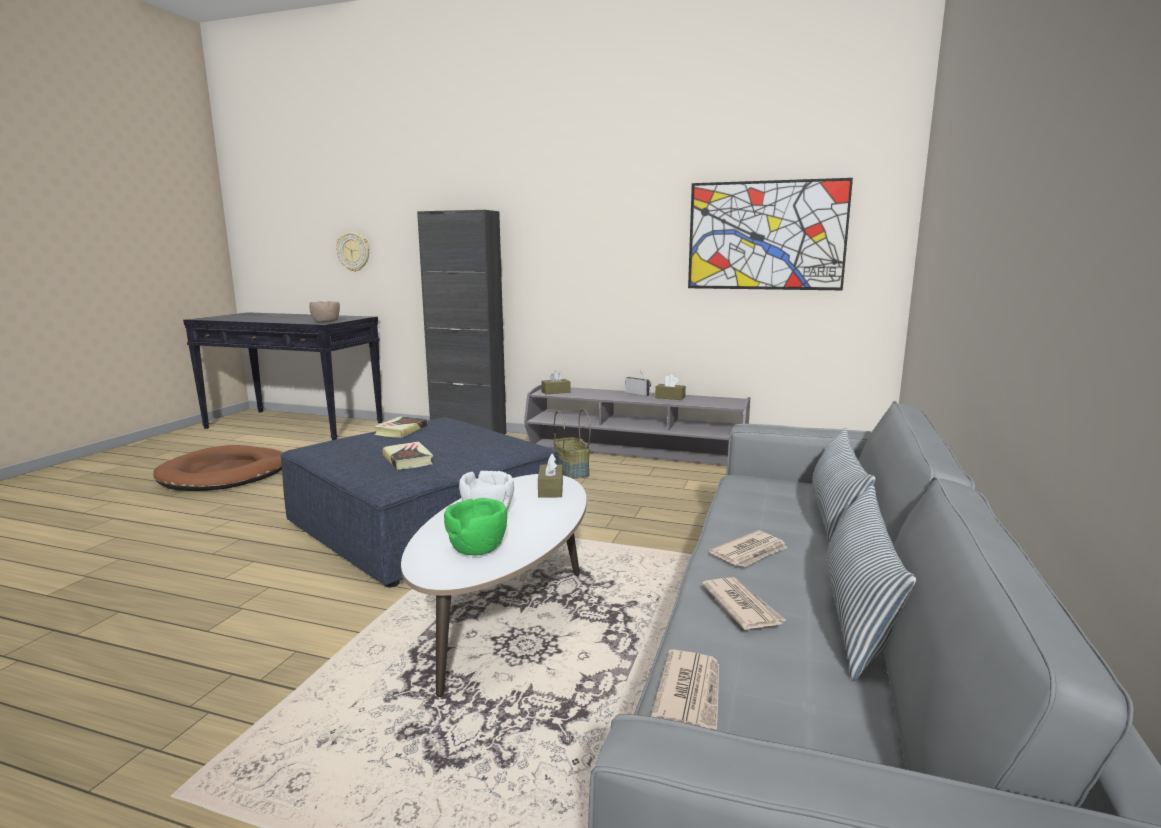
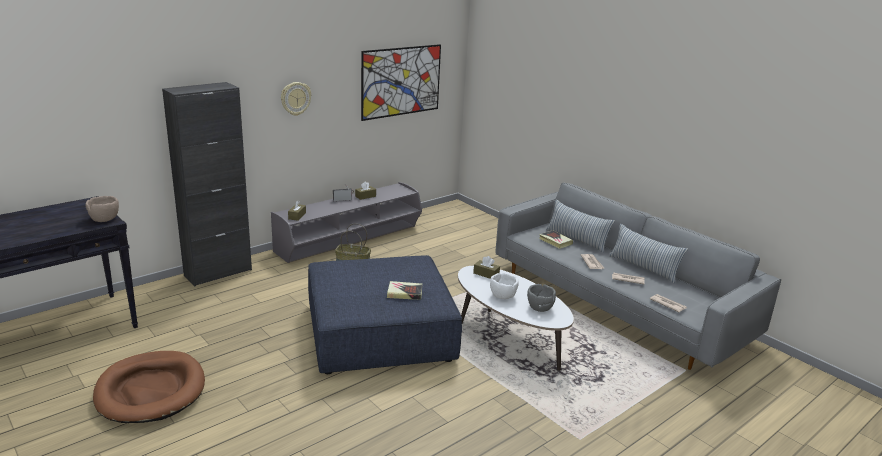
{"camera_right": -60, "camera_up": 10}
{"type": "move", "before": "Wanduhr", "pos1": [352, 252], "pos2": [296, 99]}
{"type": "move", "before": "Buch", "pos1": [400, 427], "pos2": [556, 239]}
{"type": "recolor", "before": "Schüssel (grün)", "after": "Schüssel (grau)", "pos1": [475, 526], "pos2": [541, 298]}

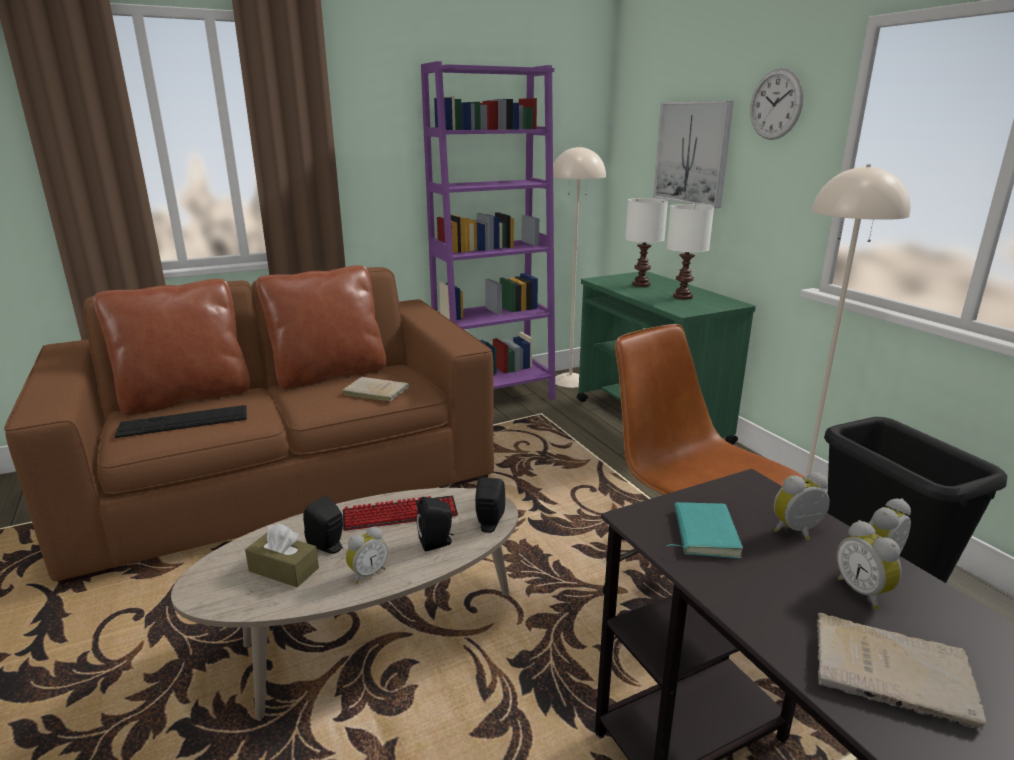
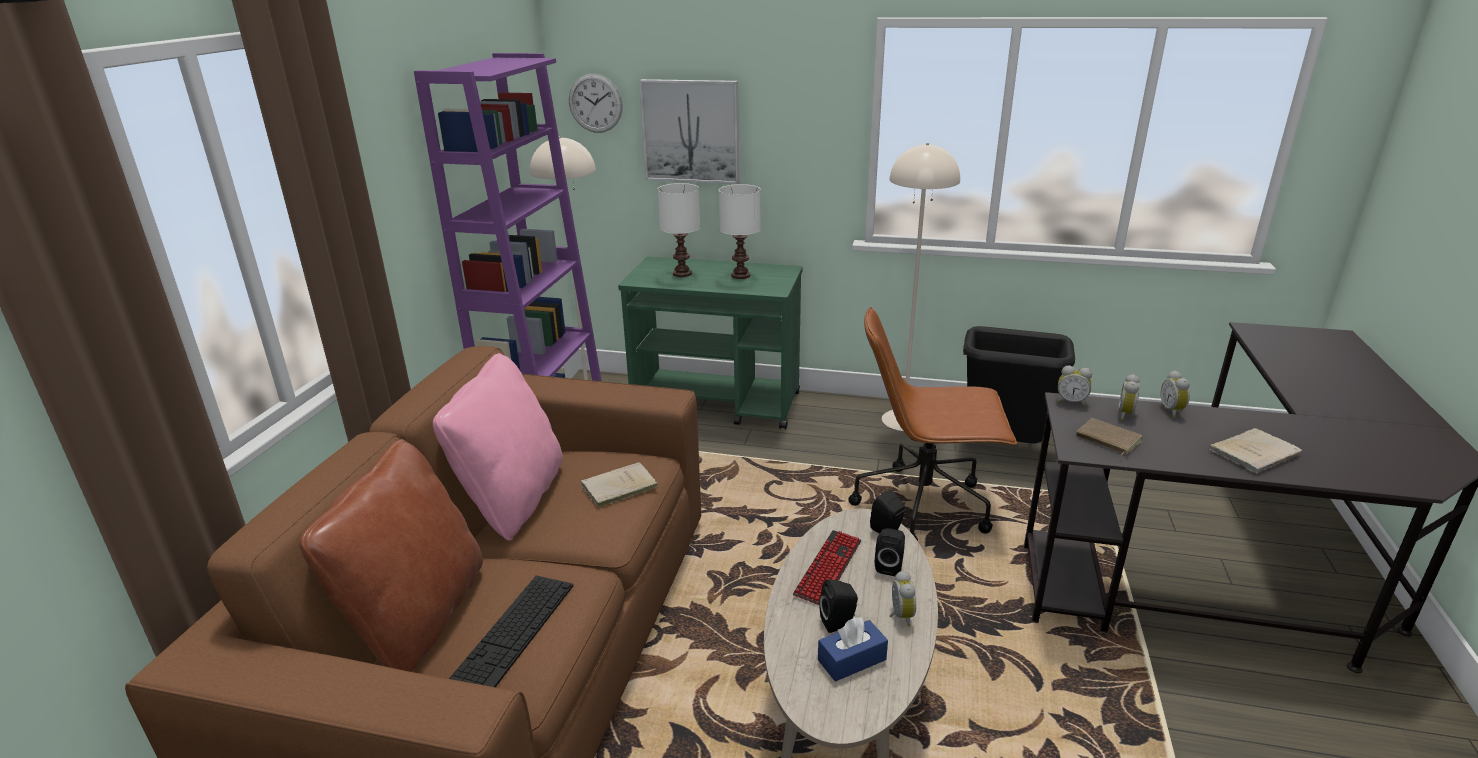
{"camera_right": -50, "camera_up": 5}
{"type": "recolor", "before": "Taschentuchbox (braun)", "after": "Taschentuchbox (blau)", "pos1": [282, 555], "pos2": [853, 649]}
{"type": "recolor", "before": "Kissen (braun)", "after": "Kissen (rosa)", "pos1": [321, 327], "pos2": [498, 447]}
{"type": "recolor", "before": "Buch (türkis)", "after": "Buch (braun)", "pos1": [704, 530], "pos2": [1109, 436]}
{"type": "move", "before": "Wanduhr", "pos1": [776, 104], "pos2": [596, 103]}
{"type": "move", "before": "Wecker", "pos1": [869, 565], "pos2": [1074, 386]}

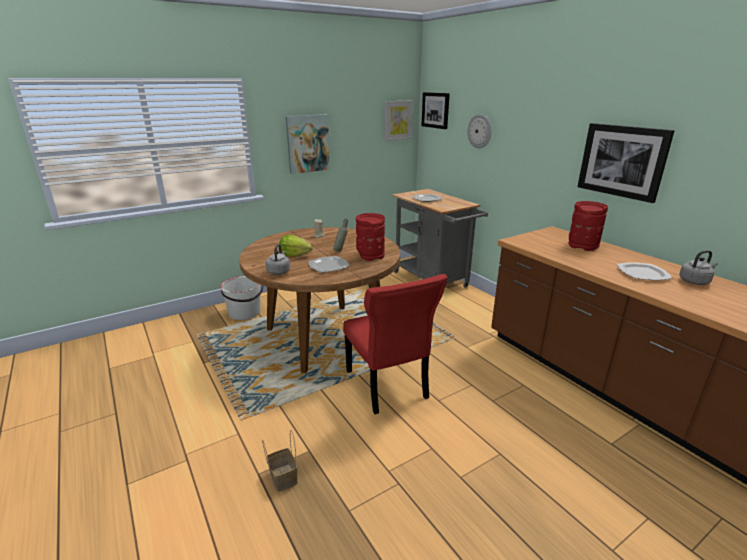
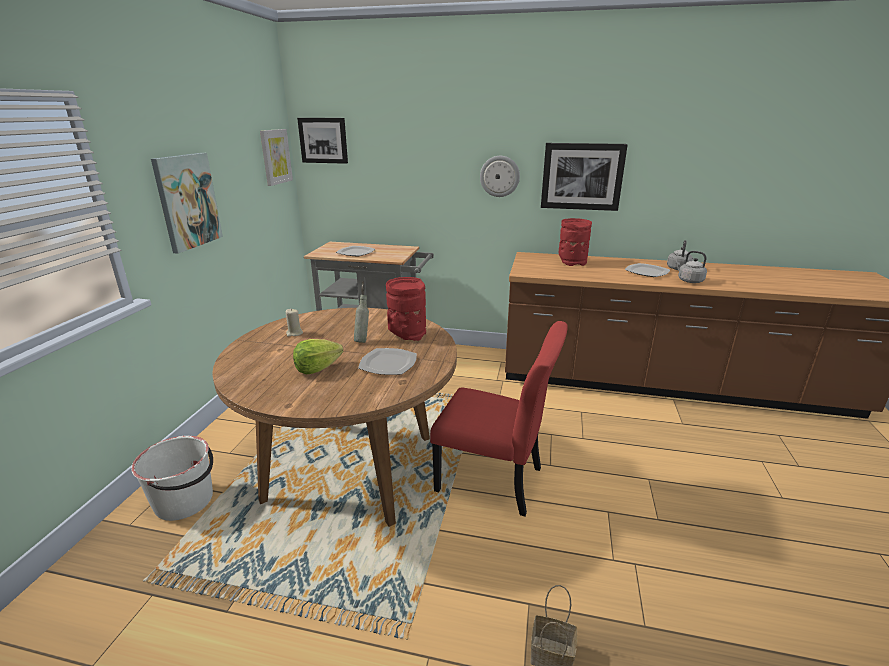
{"camera_right": -45, "camera_up": 0}
{"type": "move", "before": "Wasserkessel (grau)", "pos1": [278, 259], "pos2": [691, 267]}
{"type": "move", "before": "Wanduhr", "pos1": [480, 131], "pos2": [500, 176]}

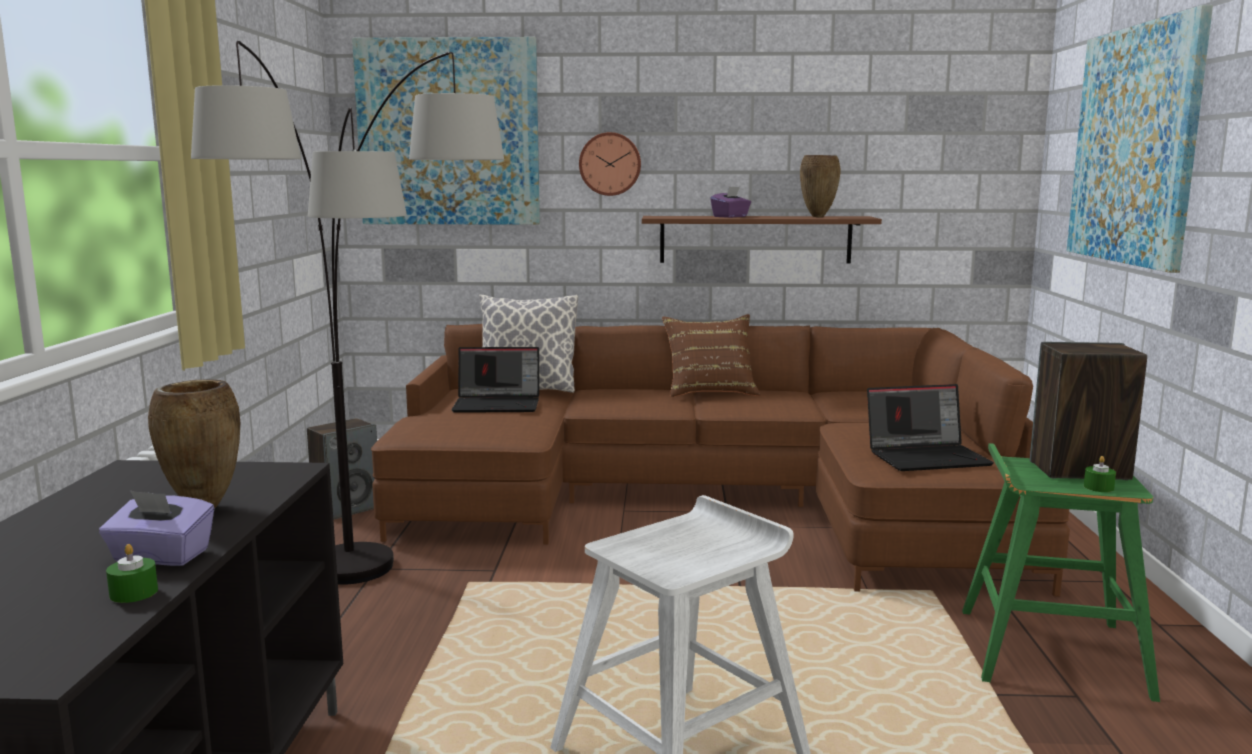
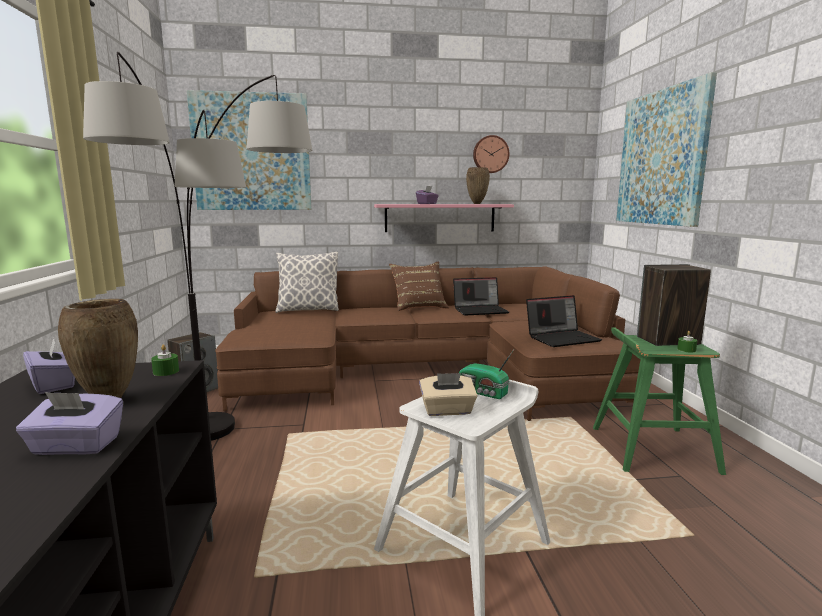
{"camera_right": -10, "camera_up": 0}
{"type": "move", "before": "Kerze (grün)", "pos1": [132, 573], "pos2": [165, 360]}
{"type": "move", "before": "Laptop", "pos1": [495, 380], "pos2": [481, 296]}
{"type": "move", "before": "Wanduhr", "pos1": [610, 164], "pos2": [491, 154]}
{"type": "recolor", "before": "Wandregal (braun)", "after": "Wandregal (rosa)", "pos1": [762, 240], "pos2": [444, 218]}
{"type": "insert", "after": "Taschentuchbox (lila)", "pos2": [49, 366]}
{"type": "insert", "after": "Taschentuchbox (beige)", "pos2": [448, 394]}
{"type": "insert", "after": "Radio", "pos2": [486, 374]}

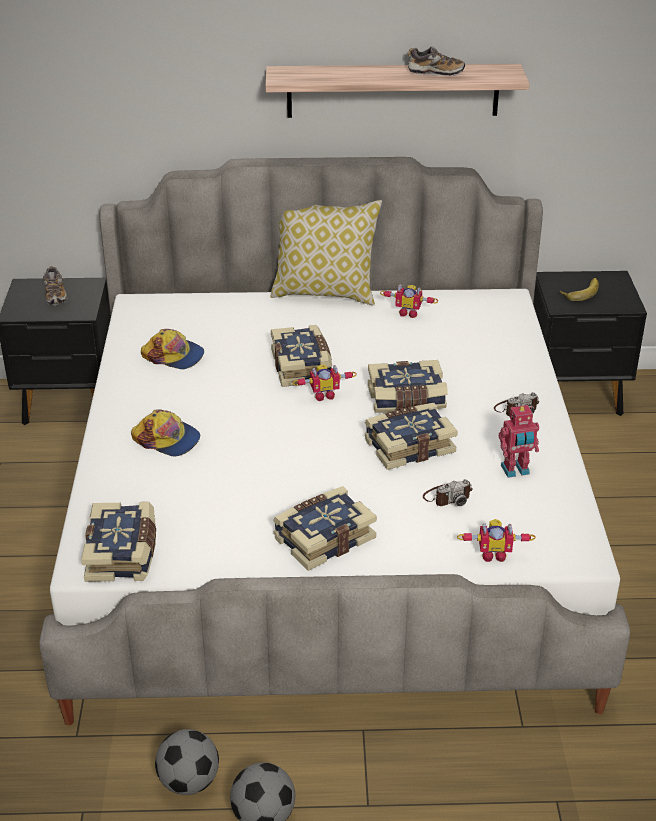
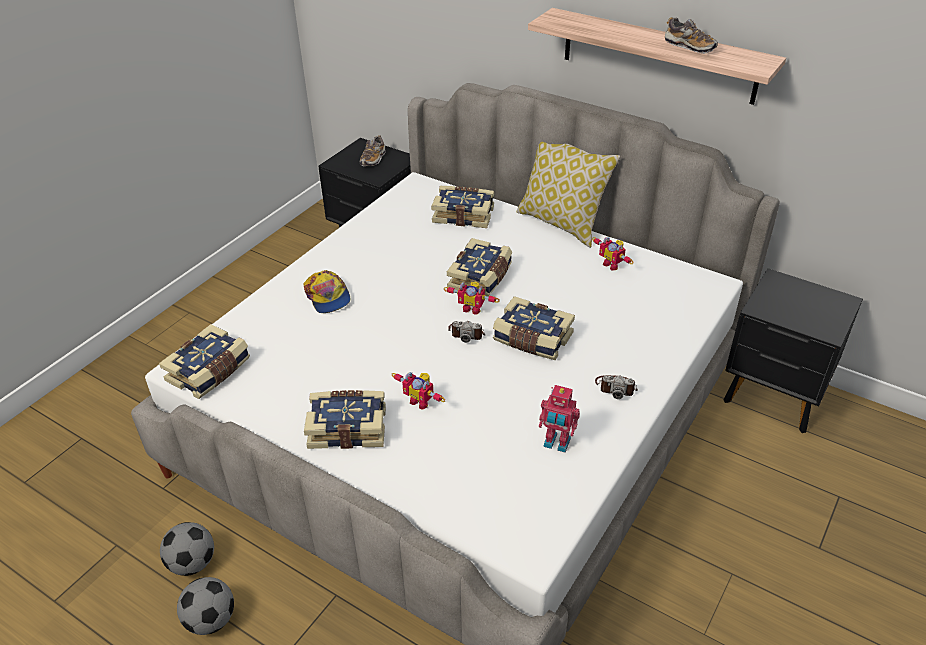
{"camera_right": 35, "camera_up": 5}
{"type": "delete", "before": "Kappe", "pos1": [172, 349]}
{"type": "move", "before": "Buch", "pos1": [411, 436], "pos2": [462, 207]}
{"type": "move", "before": "Kamera", "pos1": [448, 492], "pos2": [466, 332]}
{"type": "move", "before": "Spielzeugroboter", "pos1": [496, 540], "pos2": [418, 391]}
{"type": "delete", "before": "Banane", "pos1": [579, 289]}

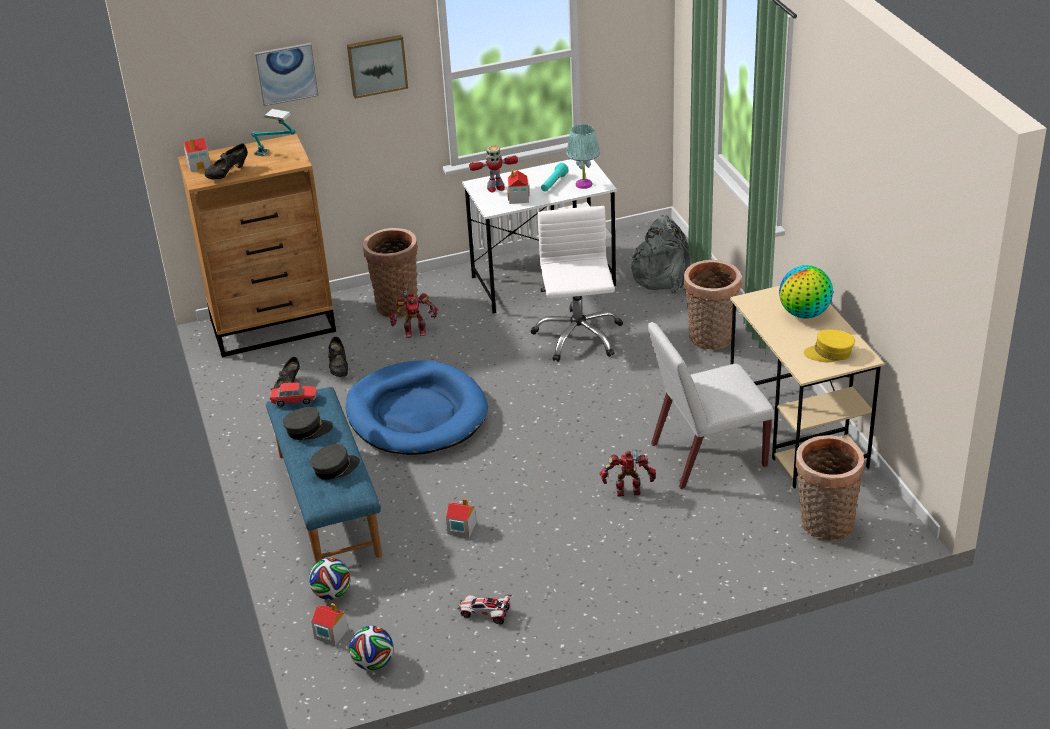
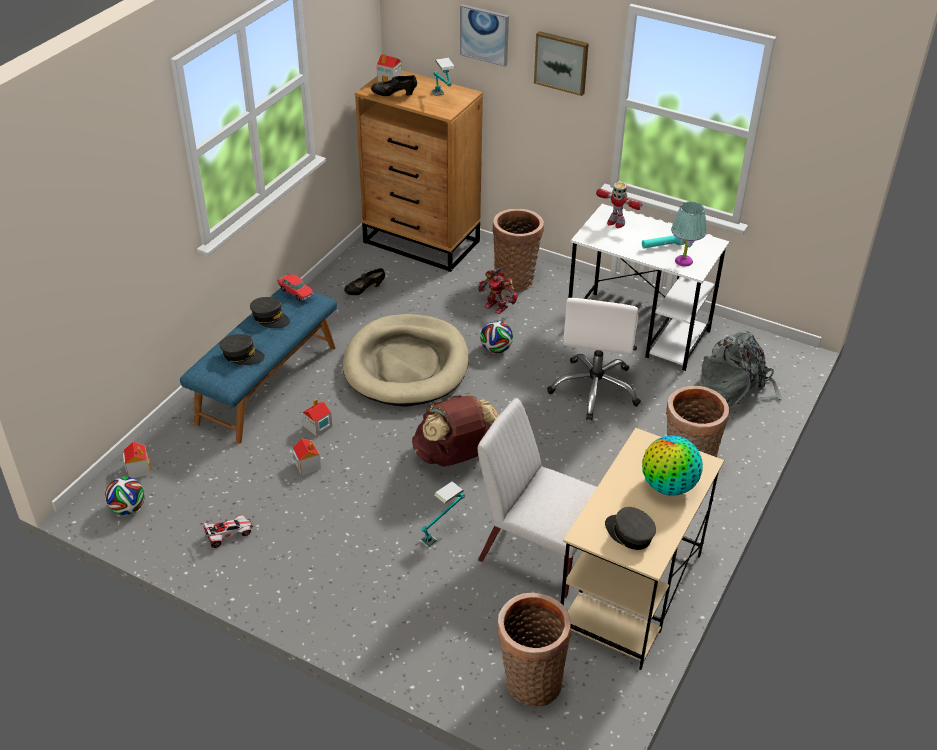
{"camera_right": 45, "camera_up": 5}
{"type": "move", "before": "Fußball", "pos1": [330, 579], "pos2": [496, 337]}
{"type": "delete", "before": "Schuh (schwarz)", "pos1": [338, 357]}
{"type": "recolor", "before": "Hundebett (blau)", "after": "Hundebett (beige)", "pos1": [417, 407], "pos2": [406, 360]}
{"type": "rotate", "before": "Spielzeugauto", "pos1": [485, 609], "pos2": [226, 531], "turn": 90}
{"type": "move", "before": "Spielzeughaus", "pos1": [518, 186], "pos2": [317, 417]}
{"type": "rotate", "before": "Bürostuhl (weiß)", "pos1": [577, 284], "pos2": [594, 359], "turn": 150}
{"type": "replace", "before": "Spielzeugroboter", "after": "Tischlampe", "pos1": [628, 473], "pos2": [442, 514]}
{"type": "recolor", "before": "Kappe (gelb)", "after": "Kappe (grau)", "pos1": [829, 345], "pos2": [630, 528]}
{"type": "insert", "after": "Rucksack (braun)", "pos2": [455, 431]}

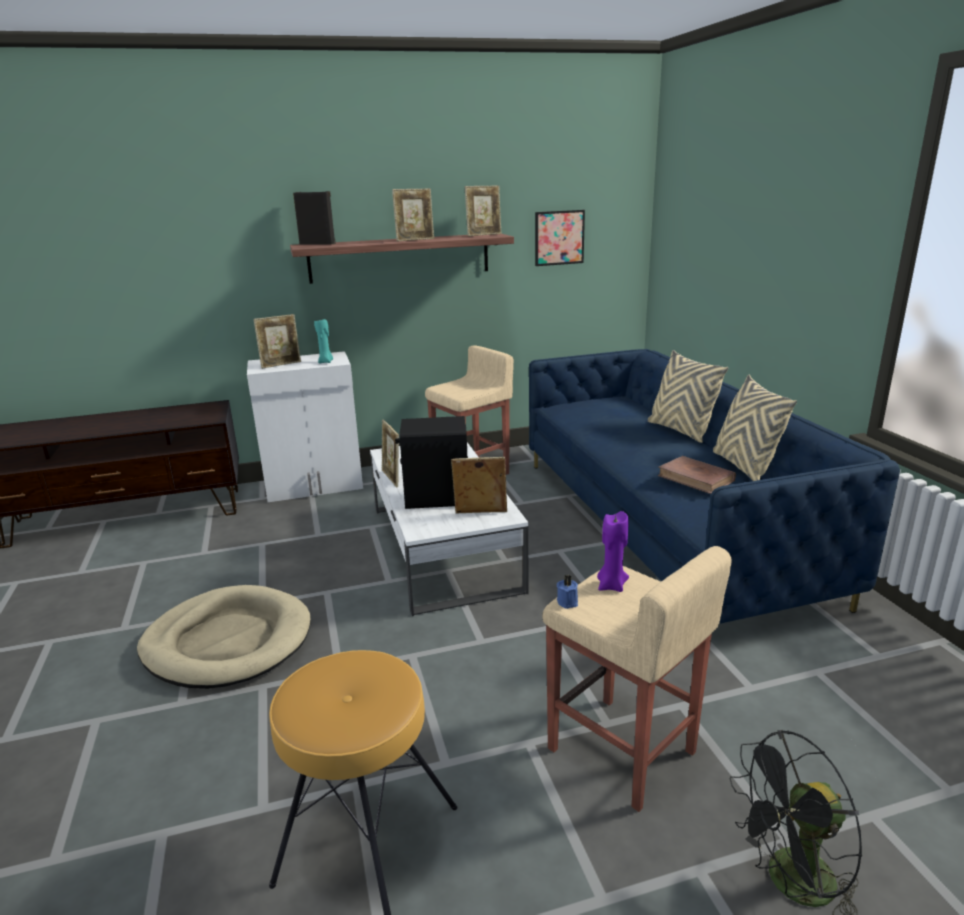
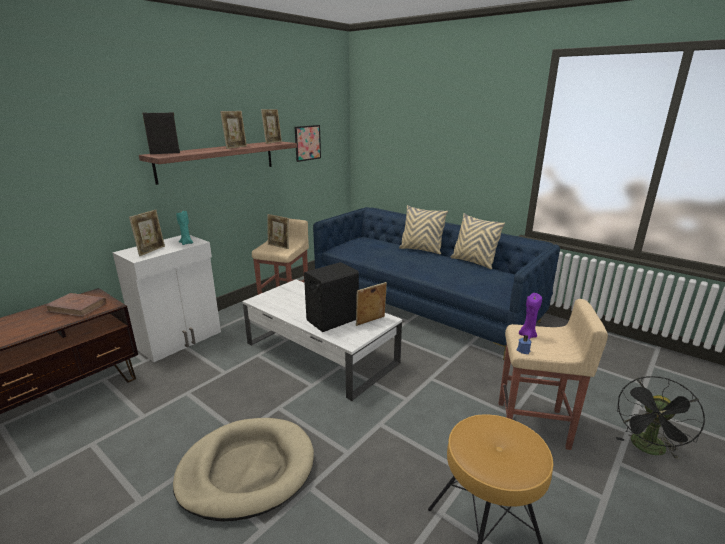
{"camera_right": -35, "camera_up": 0}
{"type": "move", "before": "Bilderrahmen", "pos1": [390, 453], "pos2": [278, 231]}
{"type": "move", "before": "Buch (braun)", "pos1": [697, 475], "pos2": [75, 305]}

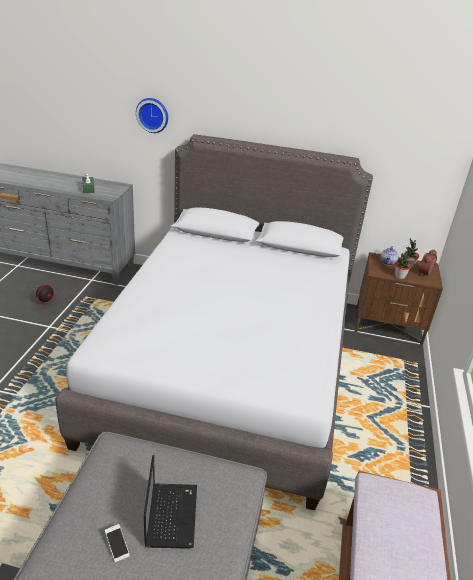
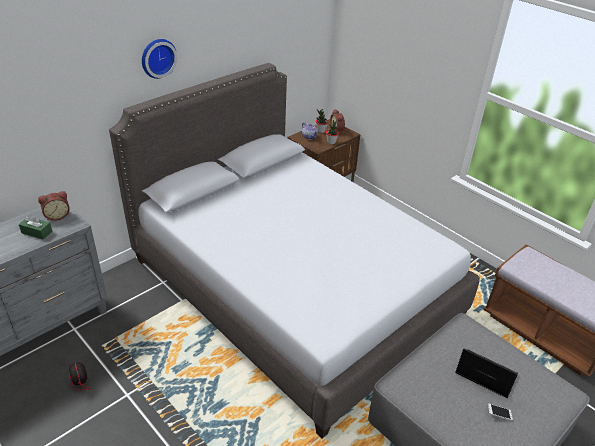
{"camera_right": -55, "camera_up": 5}
{"type": "move", "before": "Wanduhr", "pos1": [152, 115], "pos2": [159, 59]}
{"type": "insert", "after": "Wecker", "pos2": [54, 206]}

